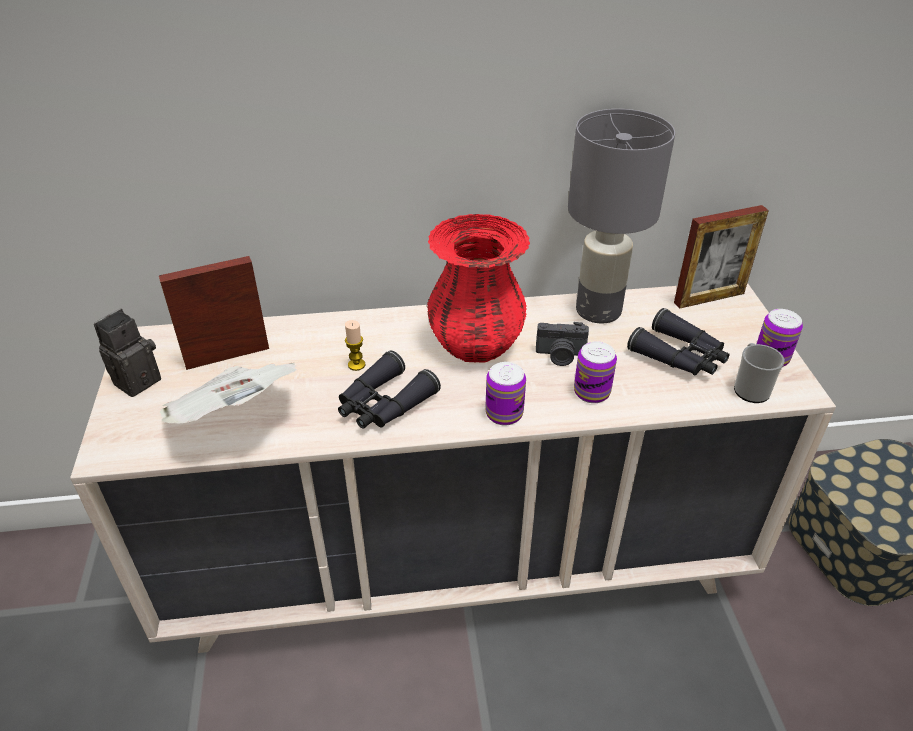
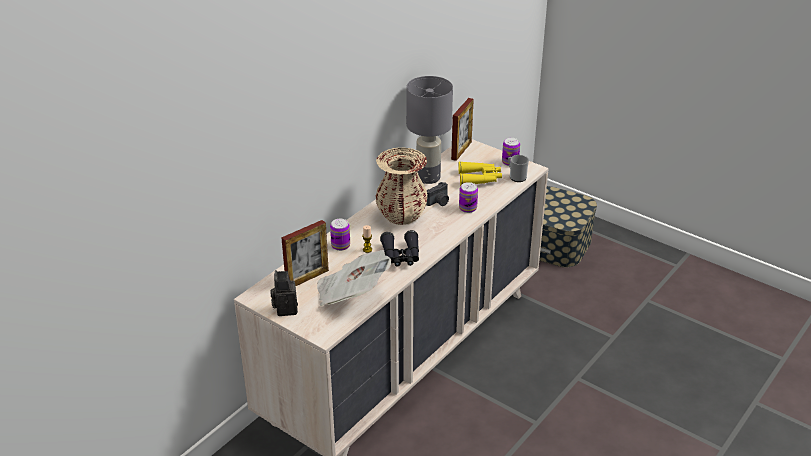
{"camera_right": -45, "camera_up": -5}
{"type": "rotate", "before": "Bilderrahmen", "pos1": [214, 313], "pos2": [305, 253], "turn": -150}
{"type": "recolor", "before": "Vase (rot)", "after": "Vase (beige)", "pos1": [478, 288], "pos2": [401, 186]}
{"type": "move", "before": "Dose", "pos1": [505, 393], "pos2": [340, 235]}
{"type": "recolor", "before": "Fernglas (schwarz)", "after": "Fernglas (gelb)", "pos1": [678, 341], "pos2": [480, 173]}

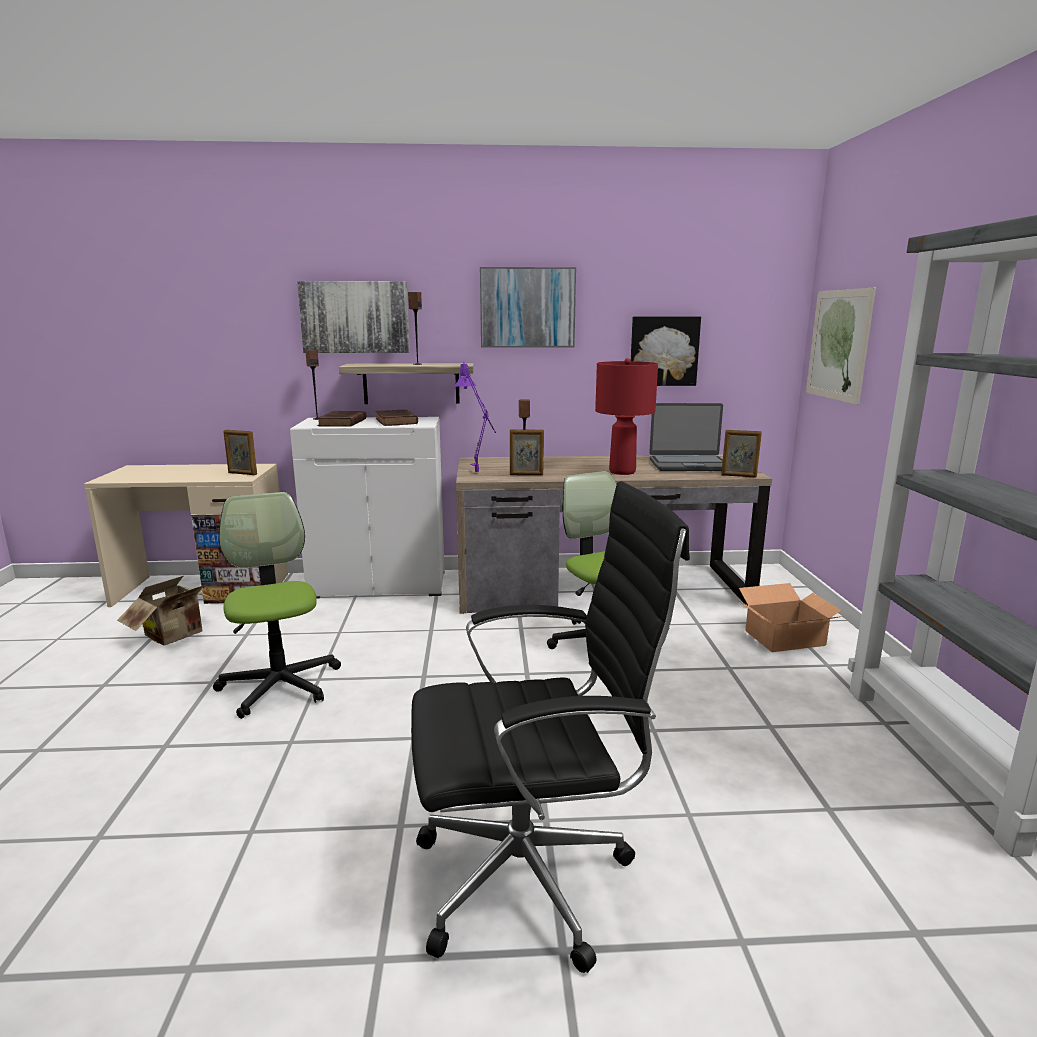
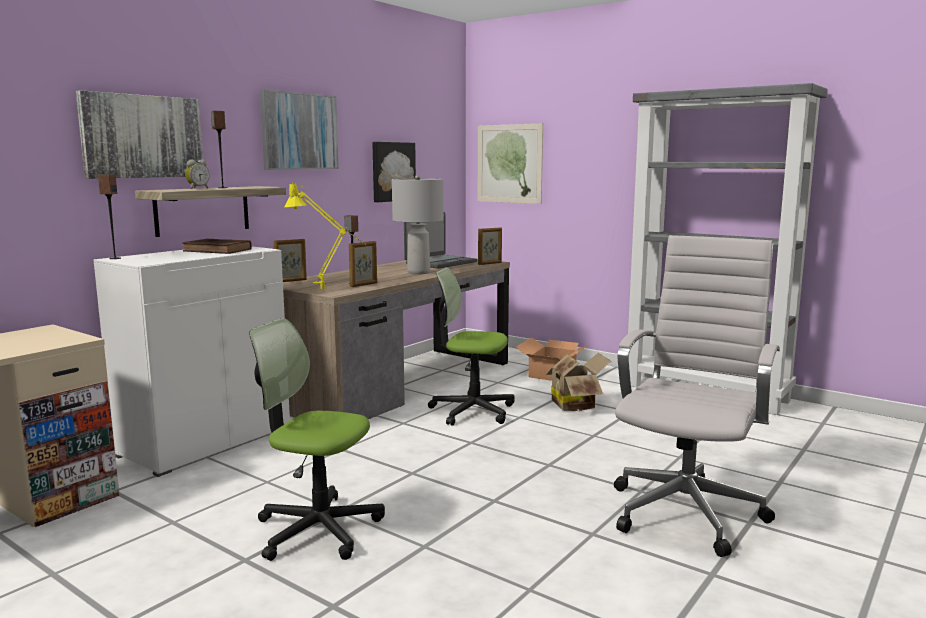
{"camera_right": -50, "camera_up": -5}
{"type": "move", "before": "Karton", "pos1": [169, 611], "pos2": [578, 382]}
{"type": "move", "before": "Bilderrahmen", "pos1": [240, 452], "pos2": [290, 260]}
{"type": "delete", "before": "Buch (braun)", "pos1": [342, 419]}
{"type": "recolor", "before": "Bürostuhl (schwarz)", "after": "Bürostuhl (weiß)", "pos1": [550, 727], "pos2": [697, 396]}
{"type": "recolor", "before": "Tischlampe (lila)", "after": "Tischlampe (gelb)", "pos1": [475, 418], "pos2": [325, 235]}
{"type": "recolor", "before": "Tischlampe (rot)", "after": "Tischlampe (grau)", "pos1": [626, 416], "pos2": [418, 225]}
{"type": "insert", "after": "Wecker", "pos2": [197, 174]}

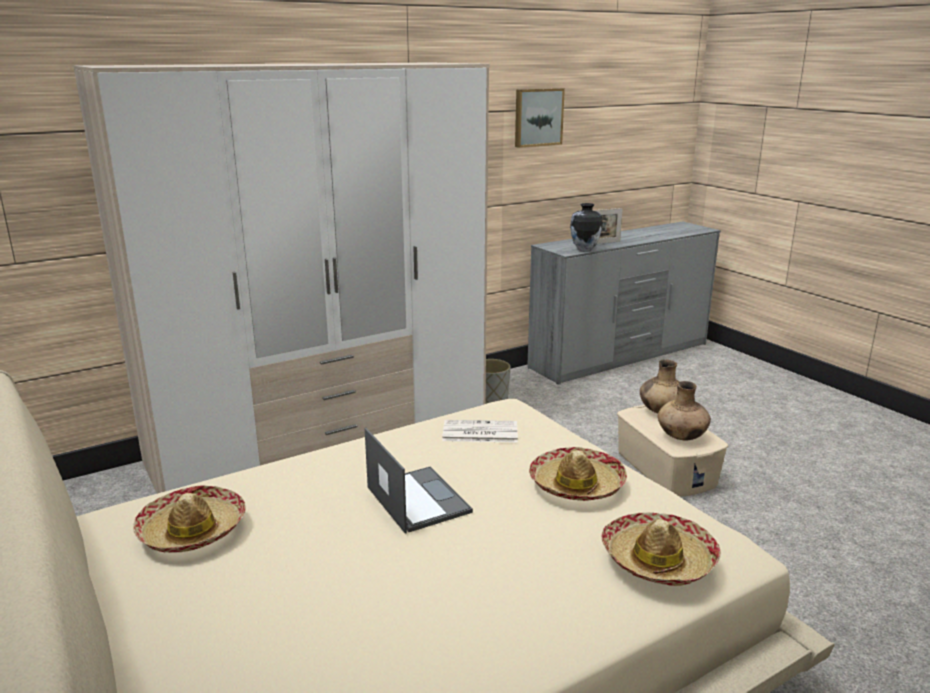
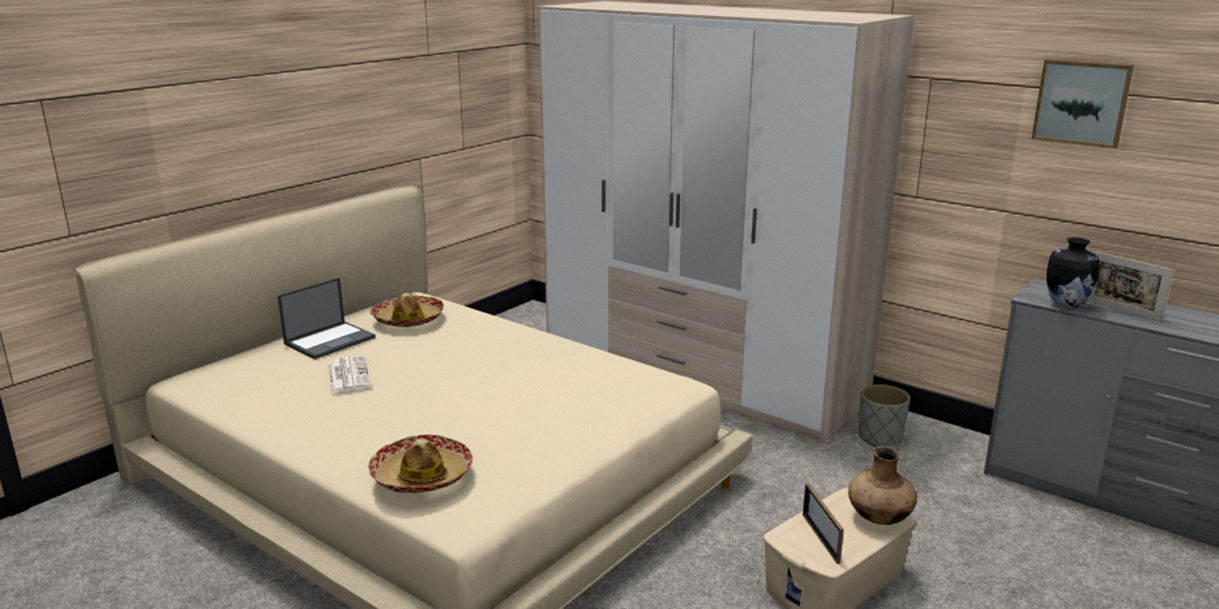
{"camera_right": 70, "camera_up": 0}
{"type": "move", "before": "Laptop", "pos1": [419, 481], "pos2": [326, 318]}
{"type": "move", "before": "Zeitung", "pos1": [480, 431], "pos2": [349, 374]}
{"type": "delete", "before": "Hut", "pos1": [578, 474]}
{"type": "replace", "before": "Vase (braun)", "after": "Bilderrahmen", "pos1": [684, 410], "pos2": [823, 523]}

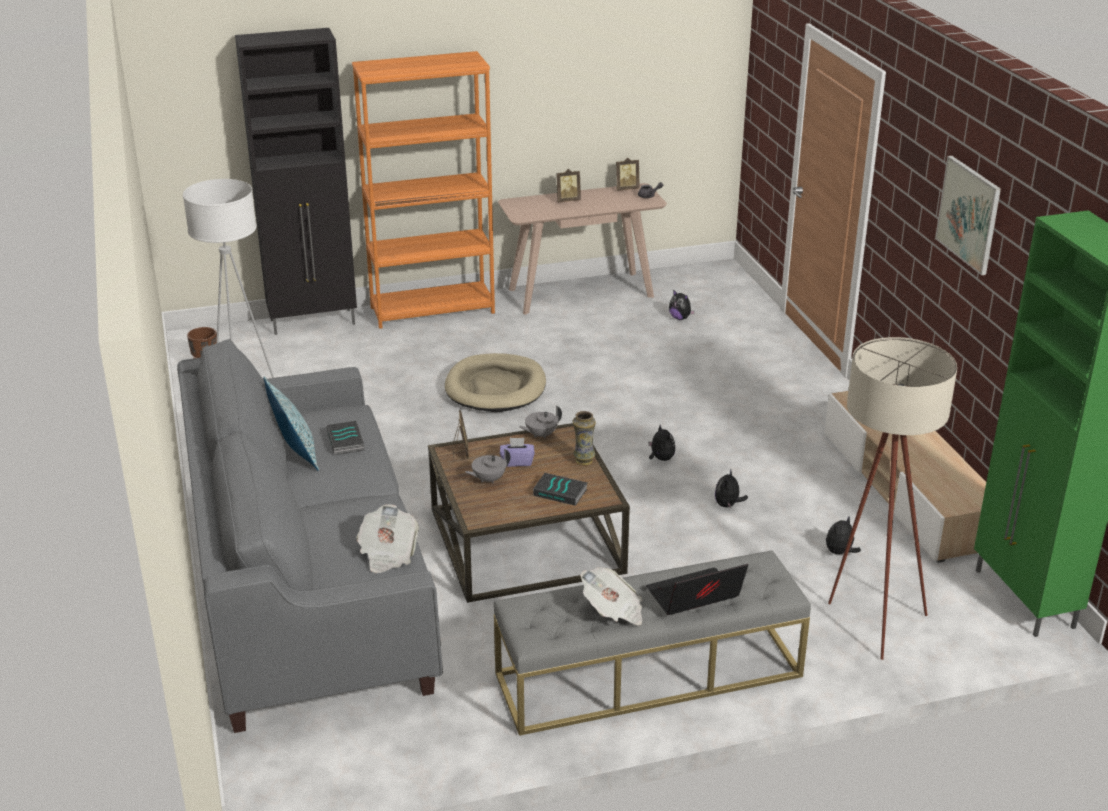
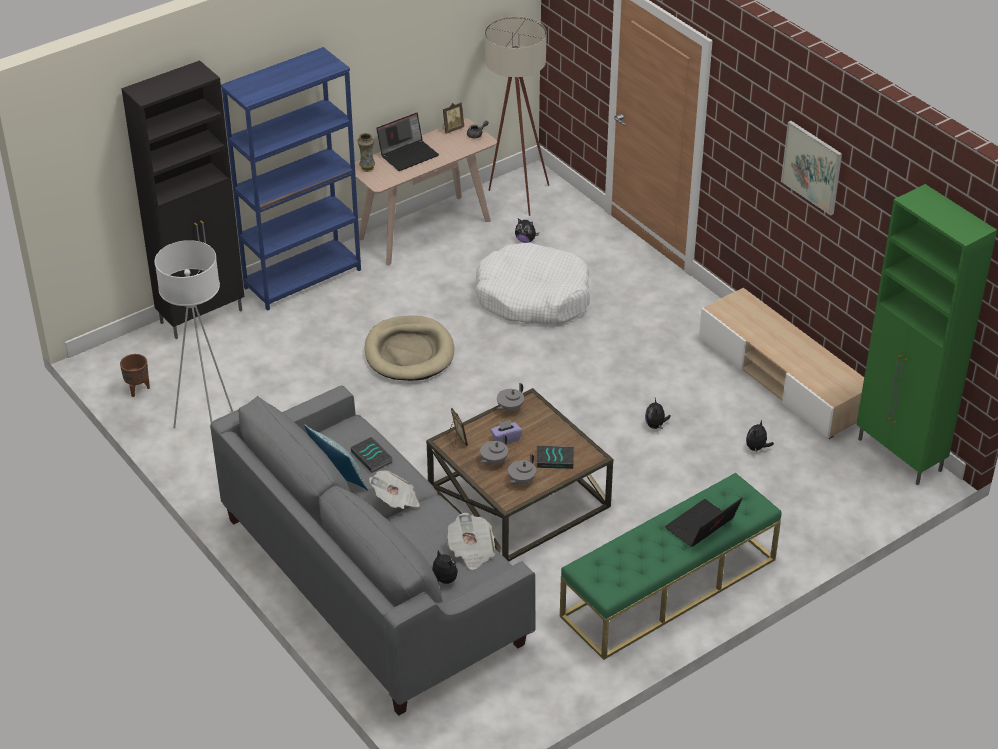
{"camera_right": -20, "camera_up": 10}
{"type": "recolor", "before": "Bücherregal (orange)", "after": "Bücherregal (blau)", "pos1": [423, 190], "pos2": [291, 179]}
{"type": "recolor", "before": "Bank (grau)", "after": "Bank (grün)", "pos1": [652, 643], "pos2": [671, 566]}
{"type": "replace", "before": "Bilderrahmen", "after": "Laptop", "pos1": [568, 185], "pos2": [407, 142]}
{"type": "move", "before": "Vase", "pos1": [584, 438], "pos2": [366, 152]}
{"type": "move", "before": "Zeitung", "pos1": [611, 596], "pos2": [394, 489]}
{"type": "move", "before": "Plüschtier", "pos1": [662, 442], "pos2": [444, 567]}
{"type": "move", "before": "Stehlampe (beige)", "pos1": [892, 498], "pos2": [517, 116]}
{"type": "insert", "after": "Hundebett (weiß)", "pos2": [533, 284]}
{"type": "insert", "after": "Teekanne (grau)", "pos2": [522, 469]}

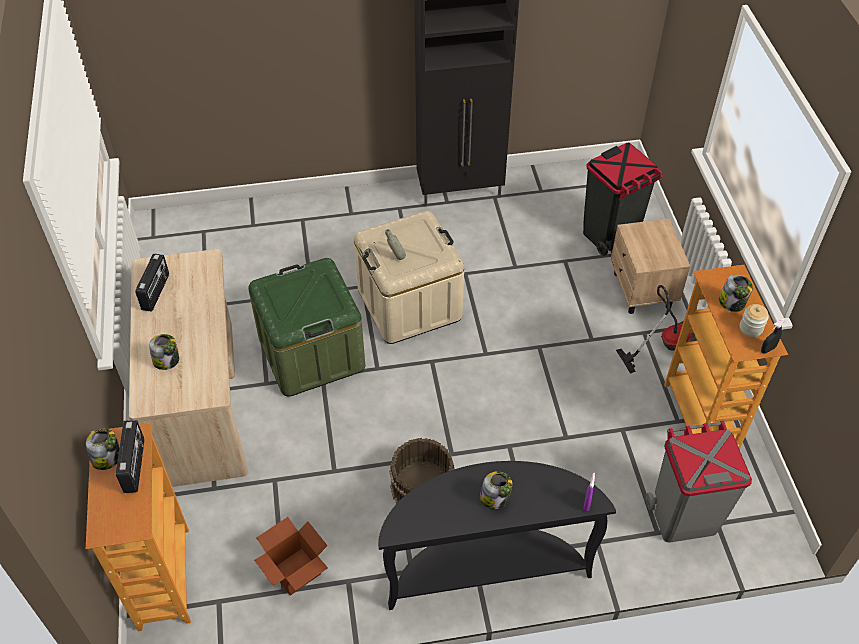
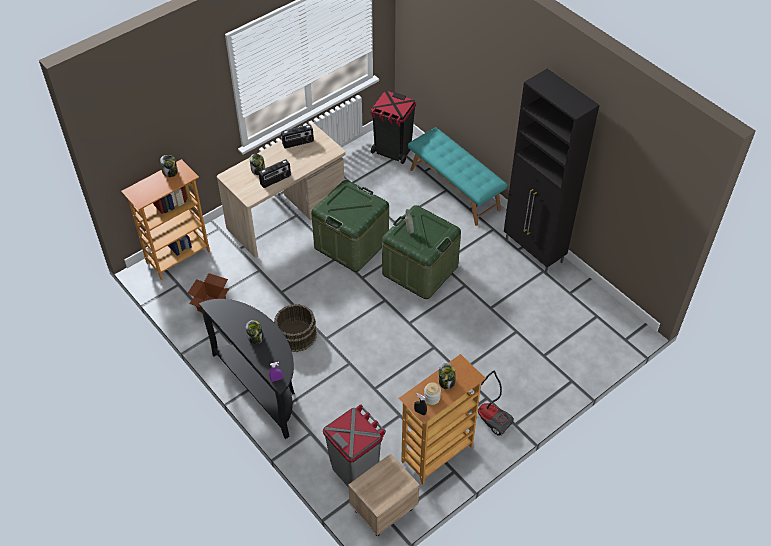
{"camera_right": 60, "camera_up": 0}
{"type": "move", "before": "Radio", "pos1": [130, 456], "pos2": [275, 173]}
{"type": "recolor", "before": "Aufbewahrungsbox (beige)", "after": "Aufbewahrungsbox (grün)", "pos1": [409, 277], "pos2": [421, 252]}
{"type": "move", "before": "Mülleimer (schwarz)", "pos1": [623, 199], "pos2": [393, 127]}
{"type": "move", "before": "Nachttisch (beige)", "pos1": [650, 266], "pos2": [384, 495]}
{"type": "insert", "after": "Bank (türkis)", "pos2": [457, 176]}

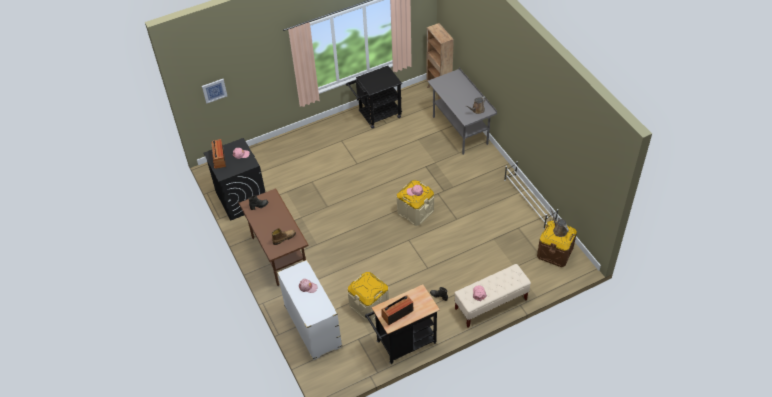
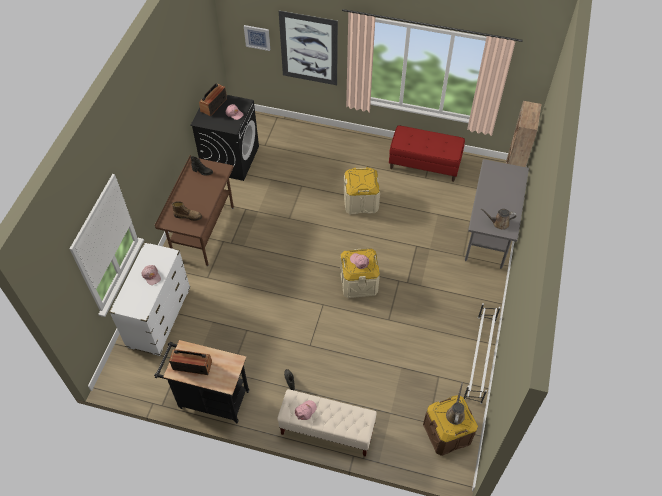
{"camera_right": 40, "camera_up": 5}
{"type": "replace", "before": "Rollwagen (schwarz)", "after": "Bank (rot)", "pos1": [374, 97], "pos2": [427, 153]}
{"type": "move", "before": "Aufbewahrungsbox (beige)", "pos1": [368, 297], "pos2": [362, 190]}
{"type": "insert", "after": "Bild", "pos2": [308, 48]}

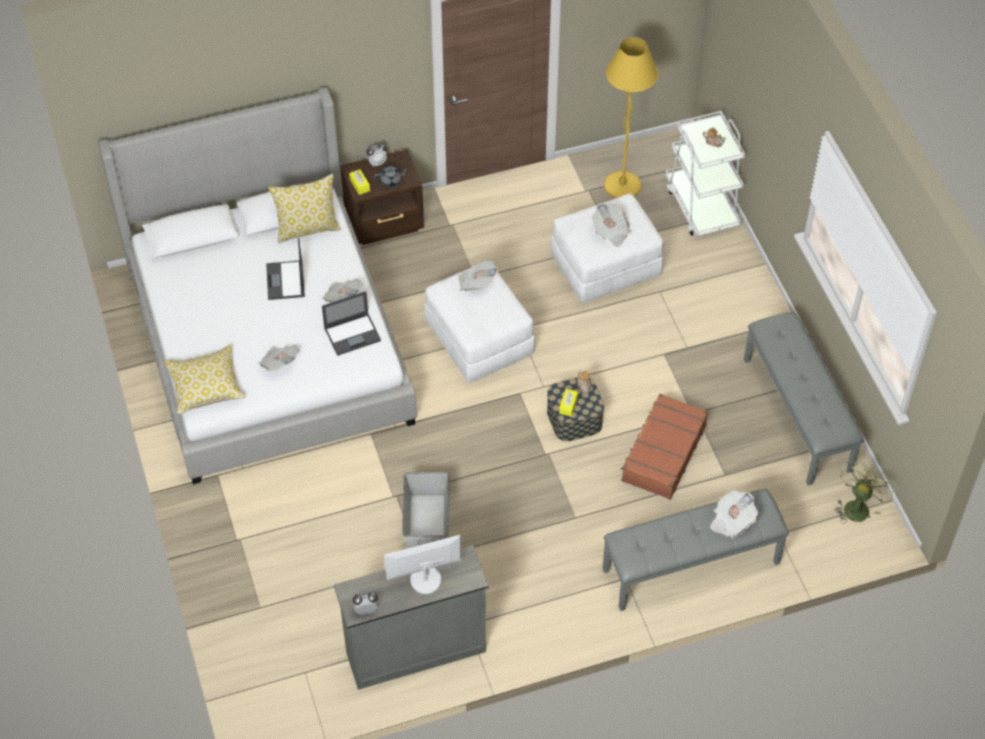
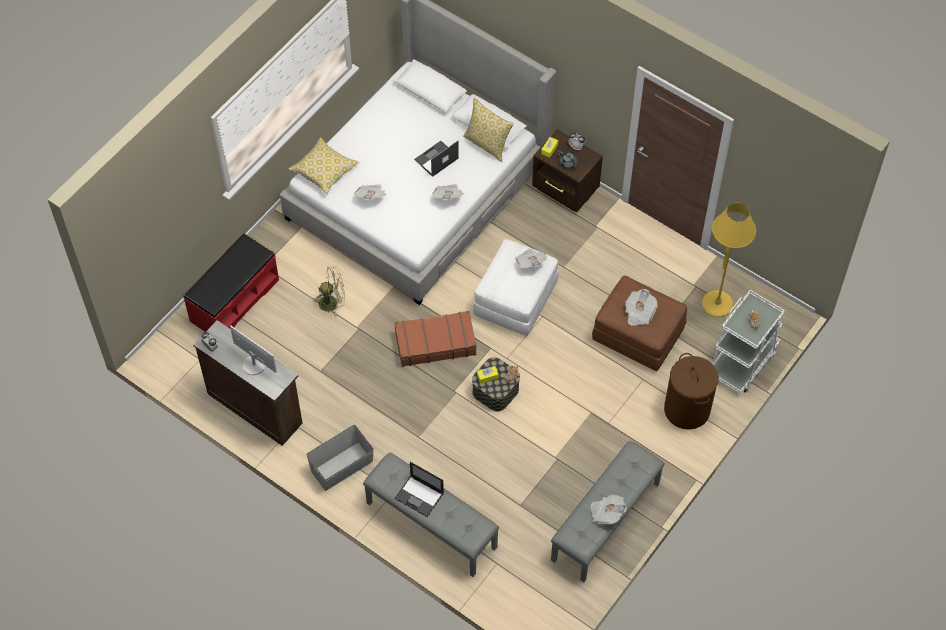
{"camera_right": 55, "camera_up": 5}
{"type": "move", "before": "Laptop", "pos1": [351, 323], "pos2": [419, 489]}
{"type": "recolor", "before": "Kommode (grau)", "after": "Kommode (braun)", "pos1": [411, 617], "pos2": [248, 383]}
{"type": "move", "before": "Aufbewahrungsbox (grau)", "pos1": [425, 510], "pos2": [340, 458]}
{"type": "recolor", "before": "Polsterhocker (weiß)", "after": "Polsterhocker (braun)", "pos1": [606, 248], "pos2": [639, 323]}
{"type": "move", "before": "Koffer (braun)", "pos1": [664, 446], "pos2": [435, 339]}
{"type": "move", "before": "Zeitung", "pos1": [734, 514], "pos2": [609, 509]}
{"type": "move", "before": "Ventilator (grün)", "pos1": [865, 492], "pos2": [329, 292]}
{"type": "insert", "after": "Bank (rot)", "pos2": [231, 283]}
{"type": "insert", "after": "Wäschekorb (braun)", "pos2": [691, 391]}

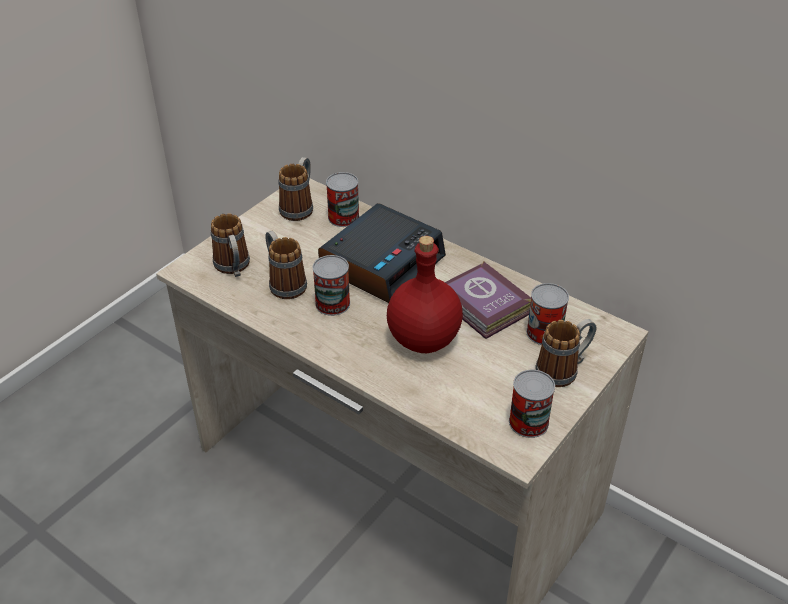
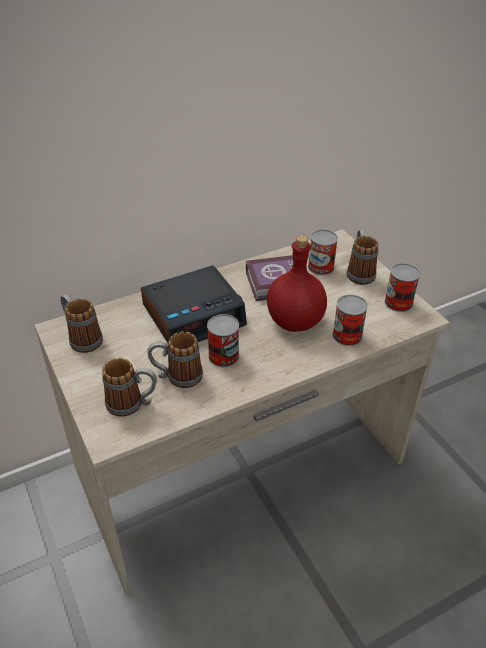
{"camera_right": -65, "camera_up": 0}
{"type": "rotate", "before": "Wecker", "pos1": [382, 253], "pos2": [194, 304], "turn": 90}
{"type": "move", "before": "Dose", "pos1": [342, 199], "pos2": [350, 320]}

